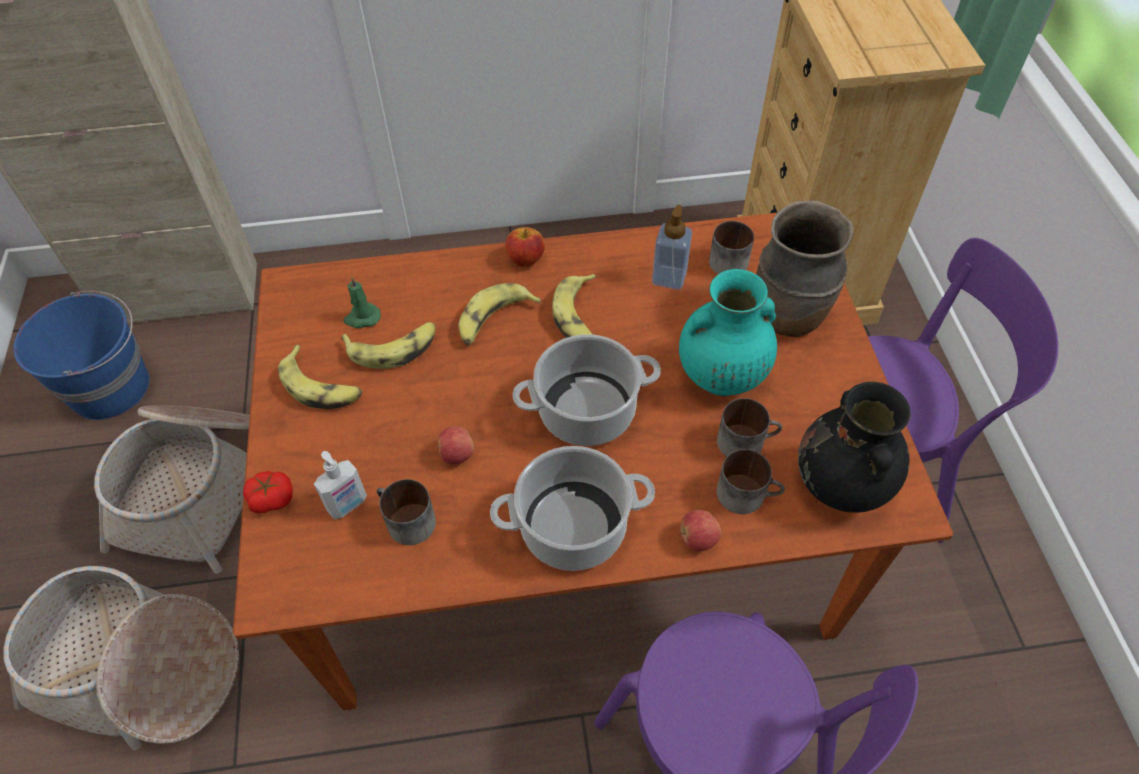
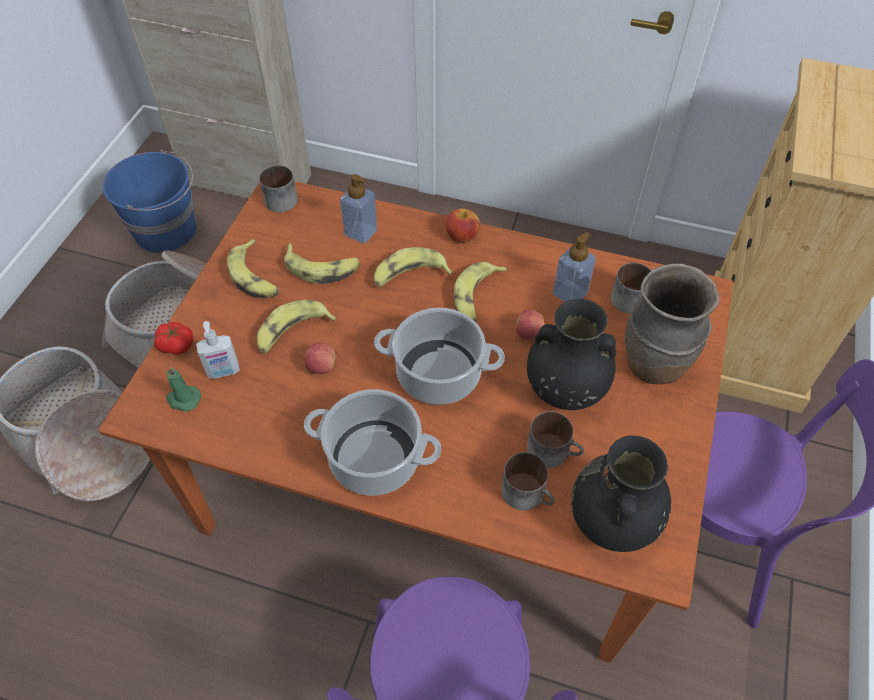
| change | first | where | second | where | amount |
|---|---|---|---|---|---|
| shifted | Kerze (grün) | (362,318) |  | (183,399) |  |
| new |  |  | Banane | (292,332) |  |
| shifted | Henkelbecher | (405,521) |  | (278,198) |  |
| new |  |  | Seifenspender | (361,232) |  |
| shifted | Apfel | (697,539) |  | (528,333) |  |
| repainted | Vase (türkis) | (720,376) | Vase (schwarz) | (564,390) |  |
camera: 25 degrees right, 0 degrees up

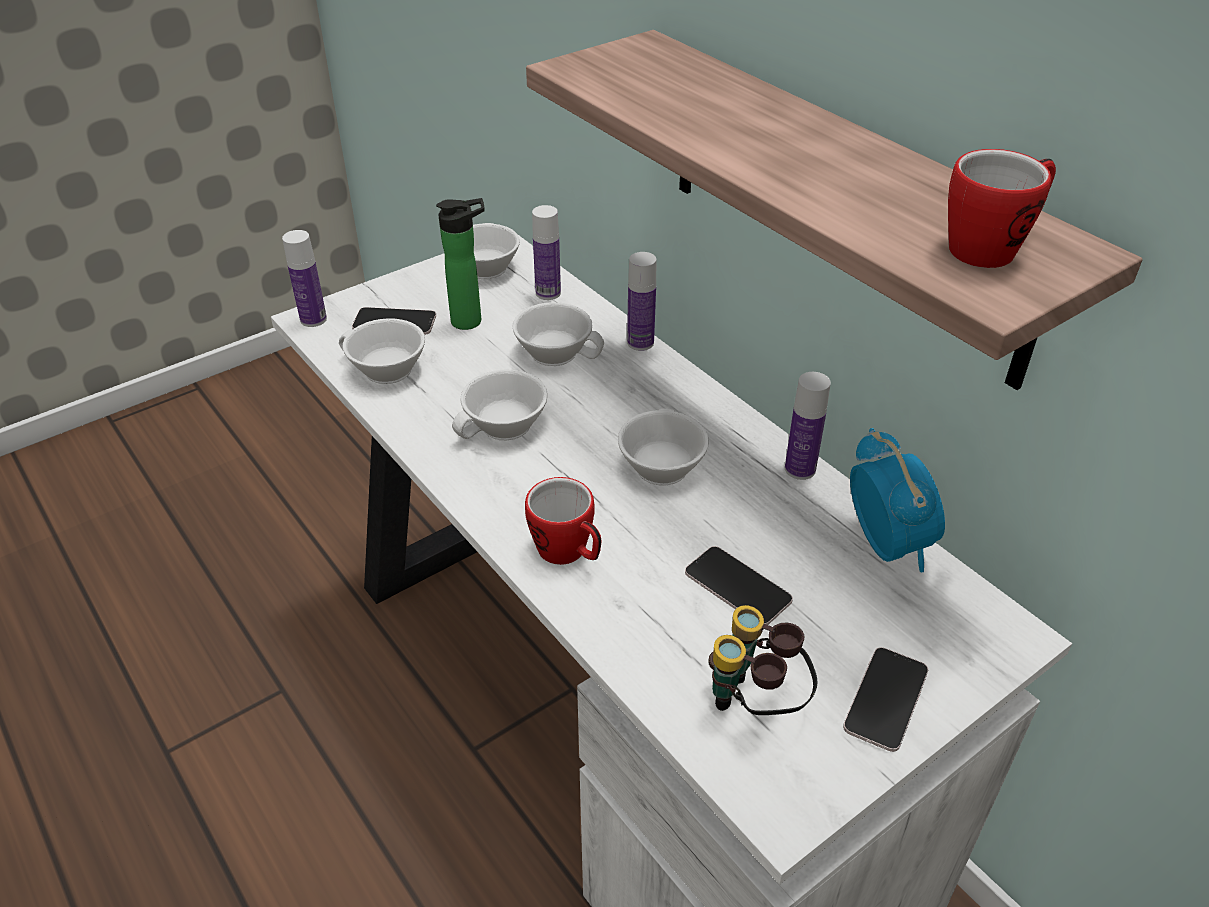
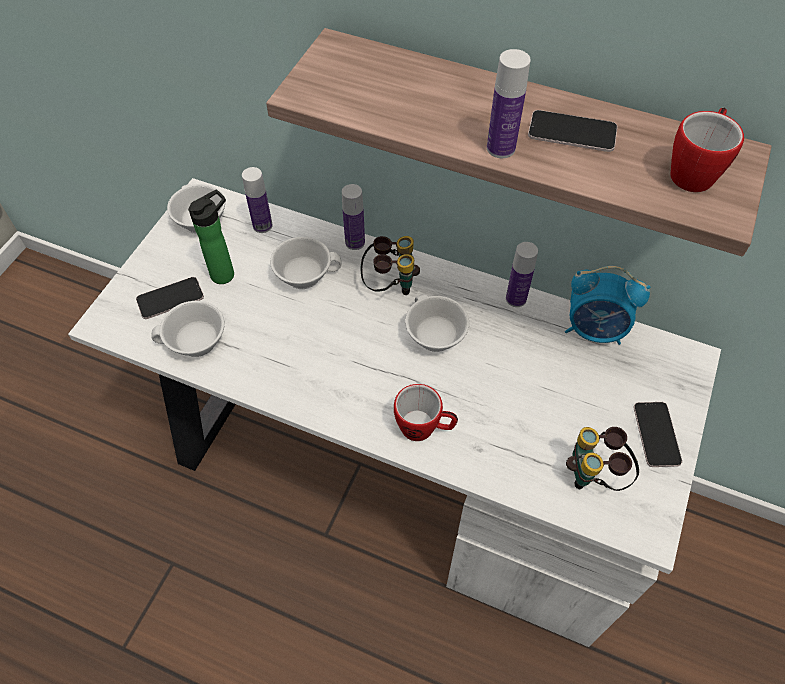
| change | first | where | second | where | amount |
|---|---|---|---|---|---|
| new |  |  | Fernglas | (390,284) |  |
| shifted | Flasche | (313,319) |  | (500,148) |  |
| shifted | Handy | (737,587) |  | (572,132) |  |
| rotated | Wecker | (886,544) |  | (595,330) | 150 degrees clockwise |
| gone | Tasse (weiß) | (505,427) |  |  |  |
camera: 30 degrees left, 15 degrees up

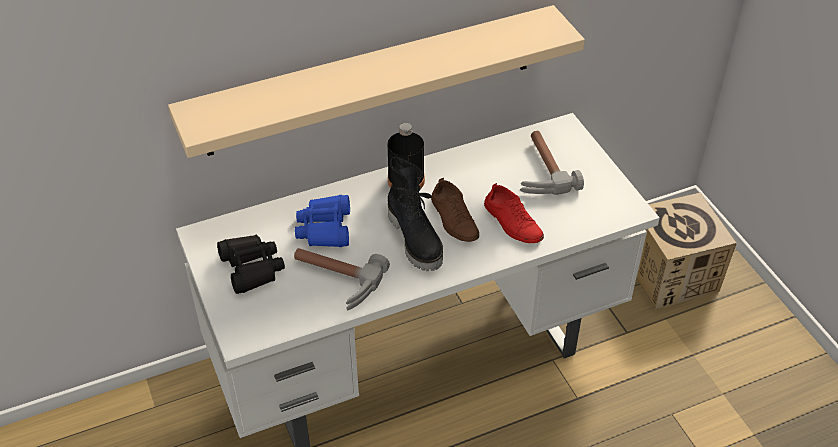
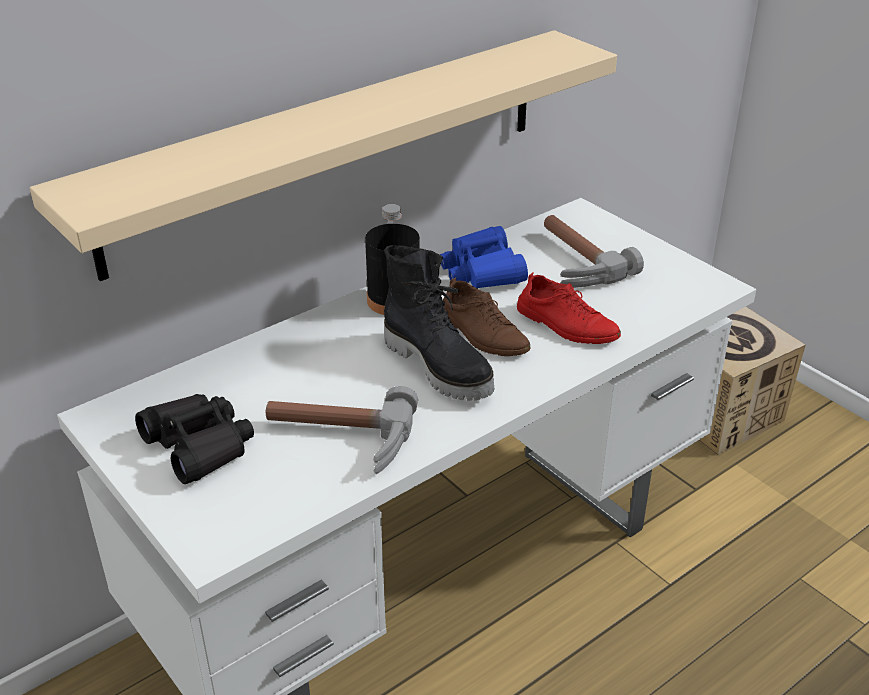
| change | first | where | second | where | amount |
|---|---|---|---|---|---|
| shifted | Fernglas (blau) | (325,228) |  | (482,271) |  |
camera: 15 degrees left, 10 degrees down

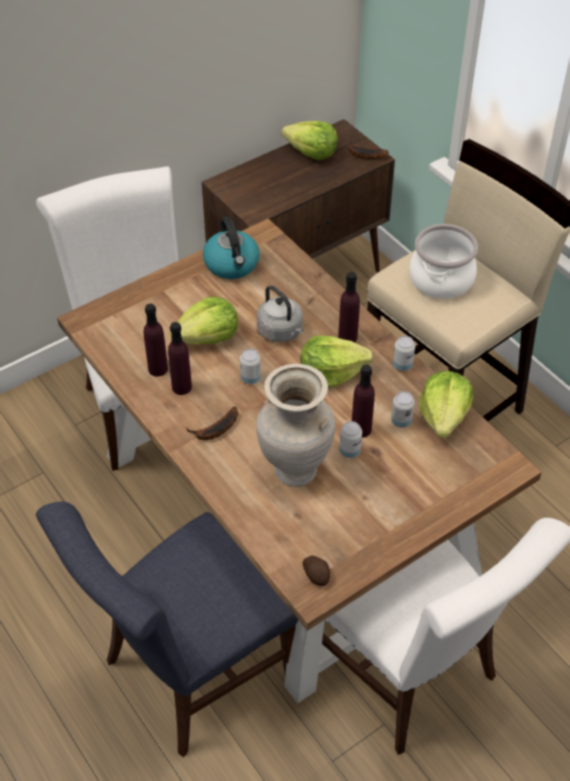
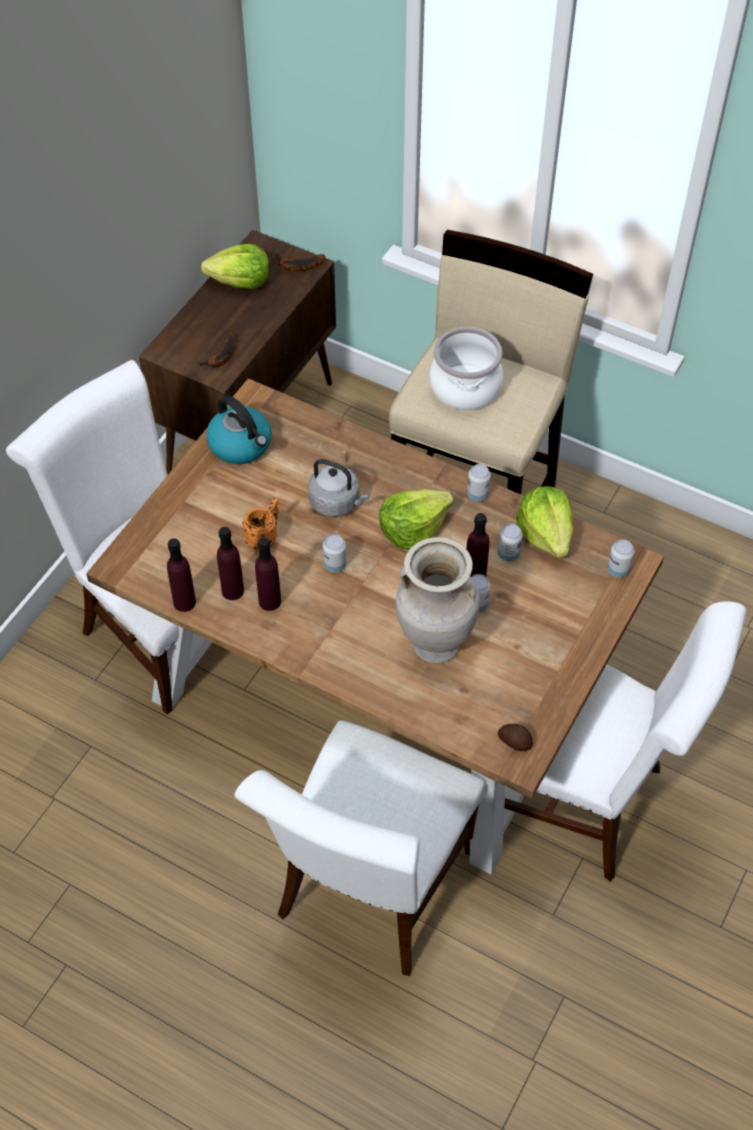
| change | first | where | second | where | amount |
|---|---|---|---|---|---|
| shifted | Flasche (lila) | (347,337) |  | (184,602) |  |
| shifted | Banane | (215,430) |  | (221,356) |  |
| repainted | Stuhl (blau) | (189,674) | Stuhl (weiß) | (369,893) |  |
| swapped | Salatkopf | (208,337) | Henkelbecher (orange) | (265,536) |  |
| new |  |  | Dose | (618,570) |  |
camera: 25 degrees left, 5 degrees up

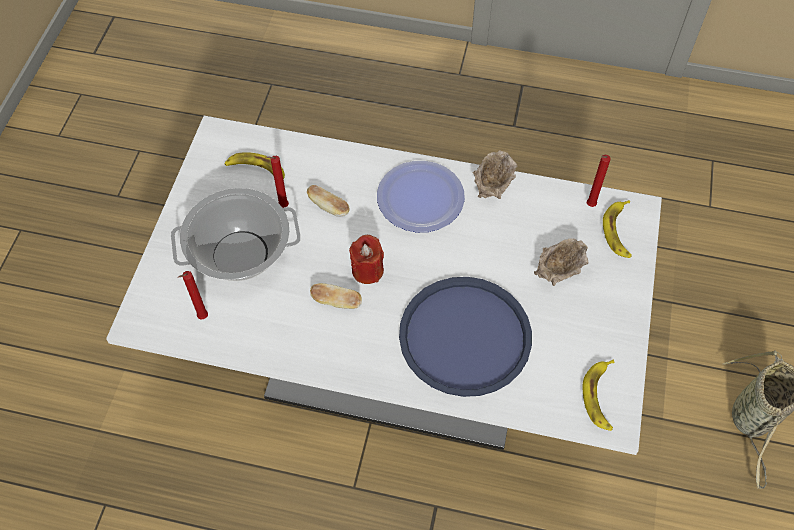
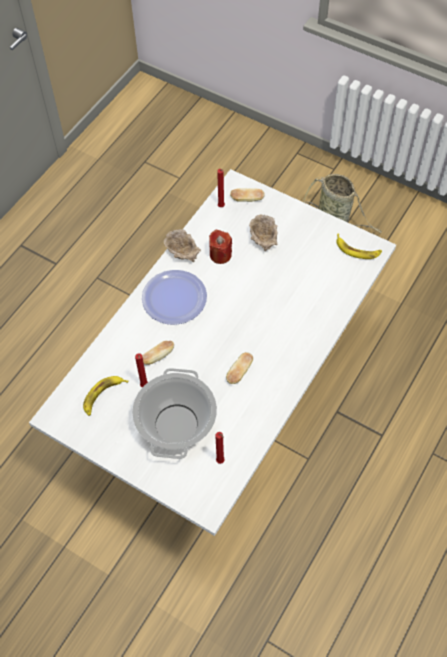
| change | first | where | second | where | amount |
|---|---|---|---|---|---|
| shifted | Kerze (rot) | (367,270) |  | (220,255) |  |
| swapped | Banane | (619,231) | Brot | (247,199) |  |
| gone | Tablett (blau) | (465,337) |  |  |  |
camera: 70 degrees left, 0 degrees up

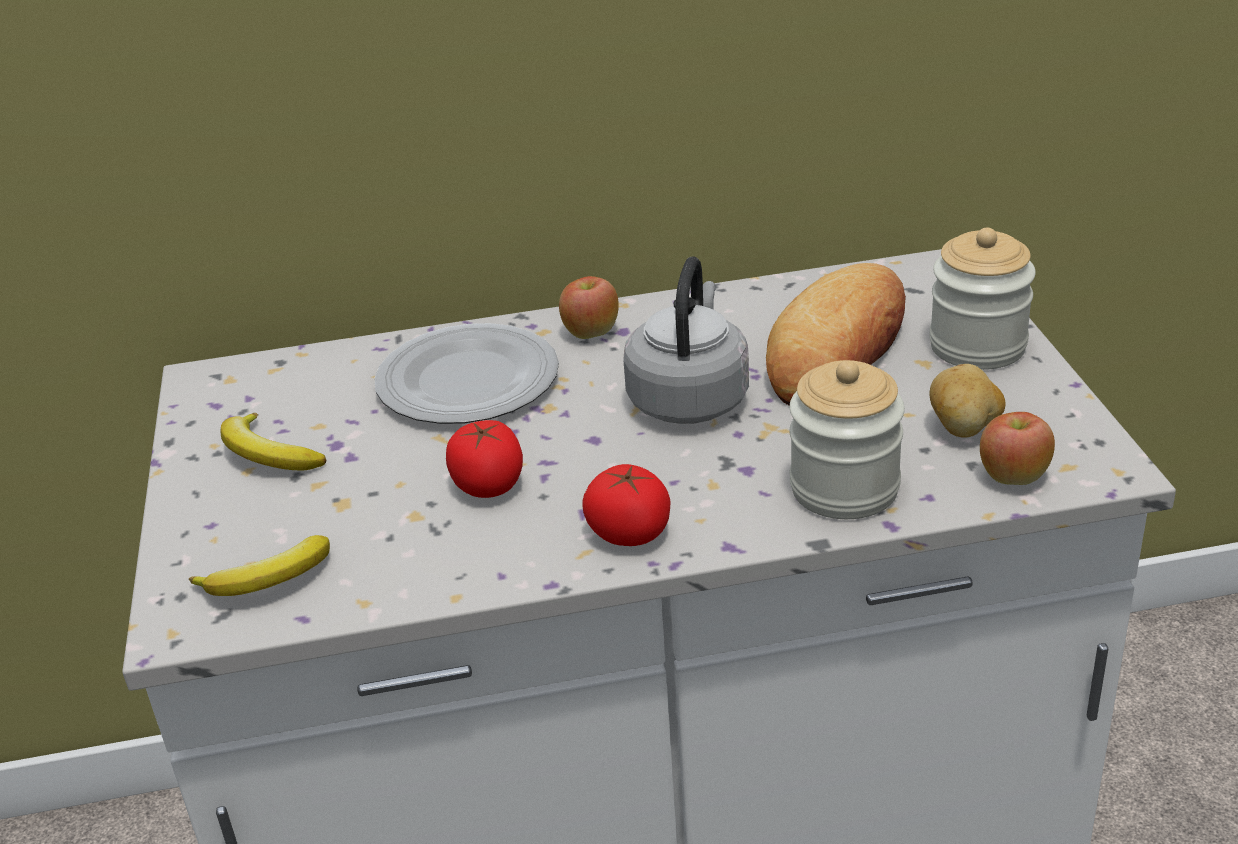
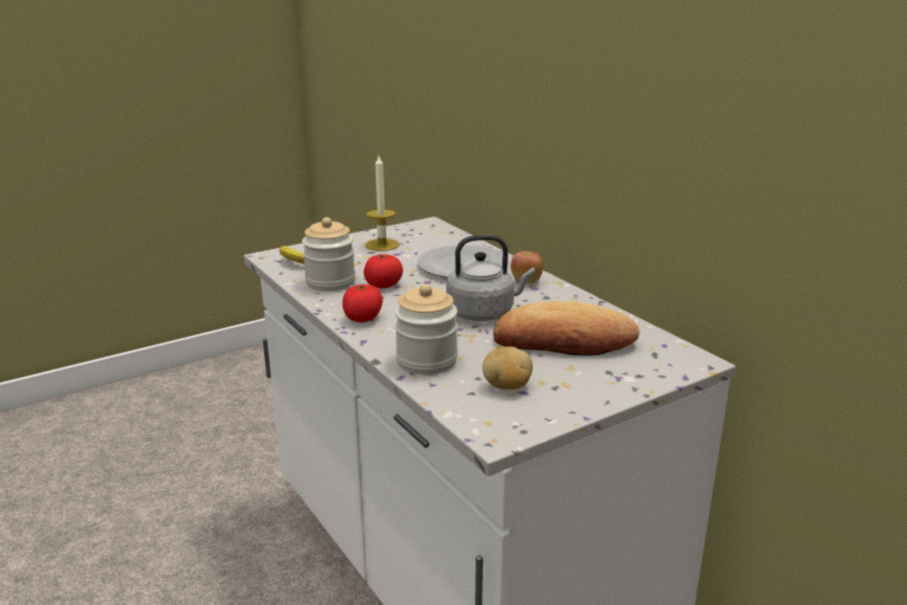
| change | first | where | second | where | amount |
|---|---|---|---|---|---|
| shifted | Vorratsglas | (977,346) |  | (330,282) |  |
| swapped | Banane | (268,455) | Kerze | (382,245) |  |
| gone | Apfel | (1013,477) |  |  |  |
camera: 65 degrees right, 10 degrees down

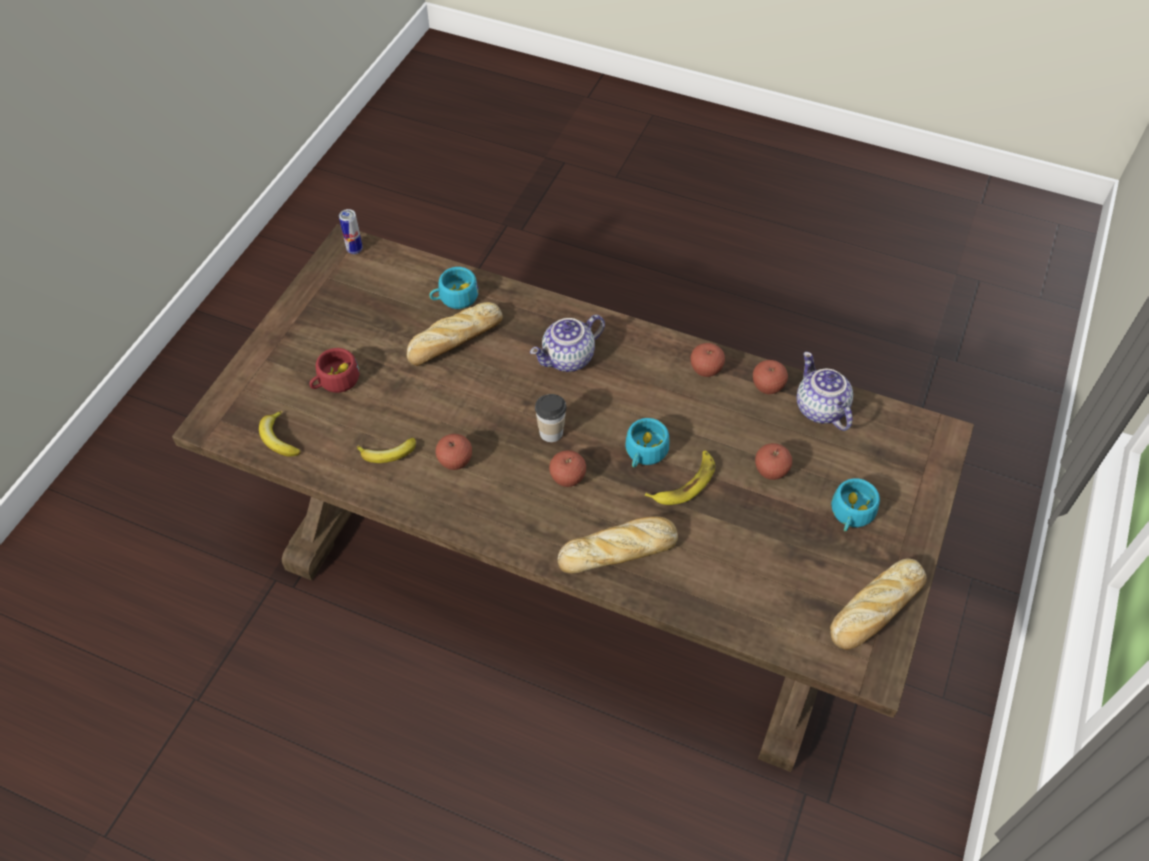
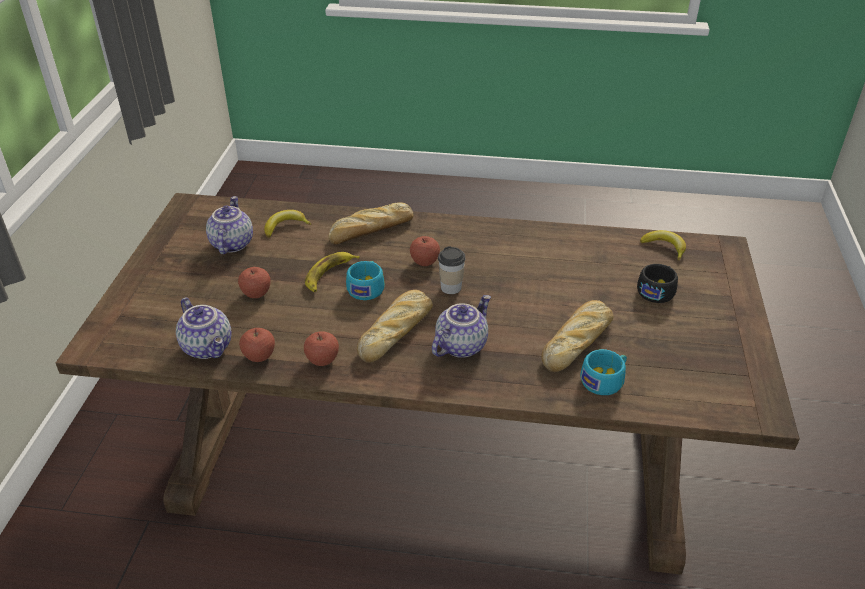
| change | first | where | second | where | amount |
|---|---|---|---|---|---|
| new |  |  | Teekanne | (231,244) |  |
| shifted | Banane | (388,455) |  | (285,227) |  |
| shifted | Brot | (875,609) |  | (397,330) |  |
| repainted | Tasse (rot) | (335,381) | Tasse (schwarz) | (657,290) |  |
| gone | Dose | (354,249) |  |  |  |
| gone | Apfel | (455,461) |  |  |  |
| gone | Tasse (türkis) | (850,515) |  |  |  |
camera: 165 degrees right, 15 degrees down

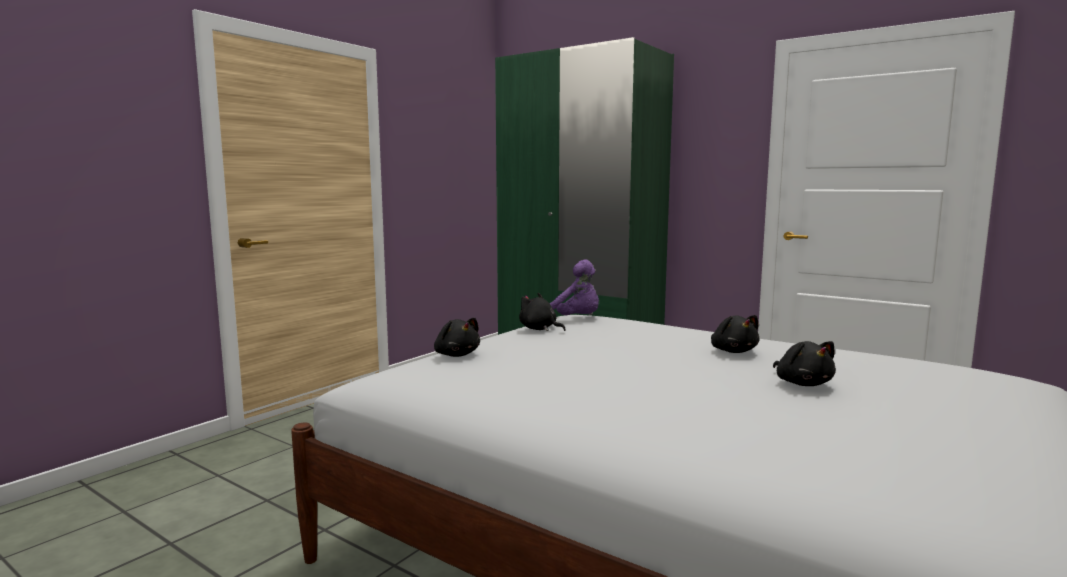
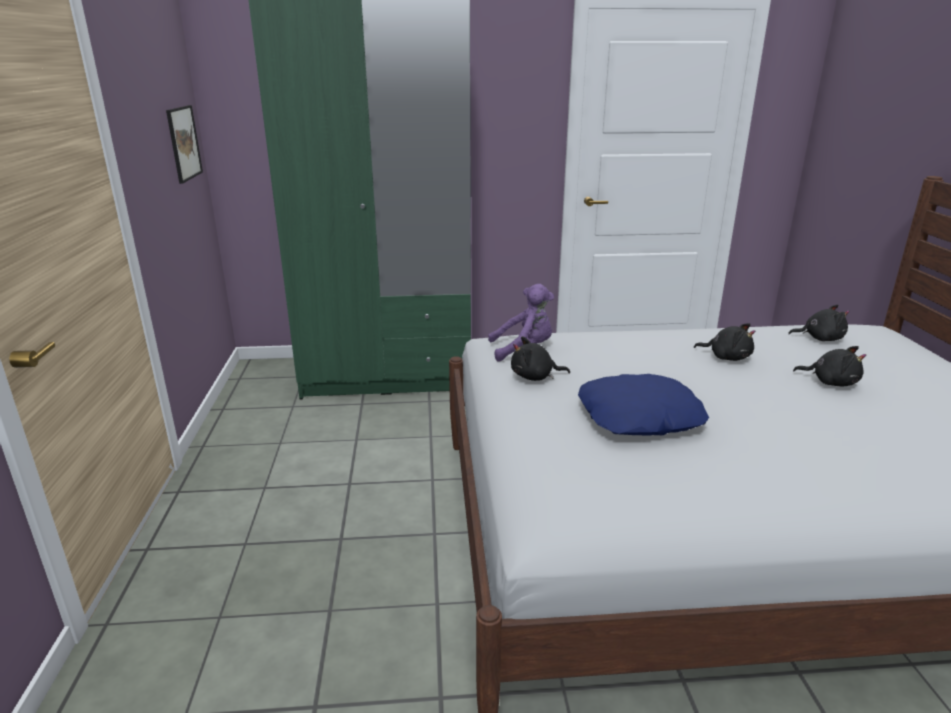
| change | first | where | second | where | amount |
|---|---|---|---|---|---|
| new |  |  | Bild | (184,143) |  |
| new |  |  | Kissen (blau) | (640,417) |  |
| shifted | Plüschtier (schwarz) | (456,355) |  | (820,338) |  |
camera: 40 degrees left, 15 degrees up

